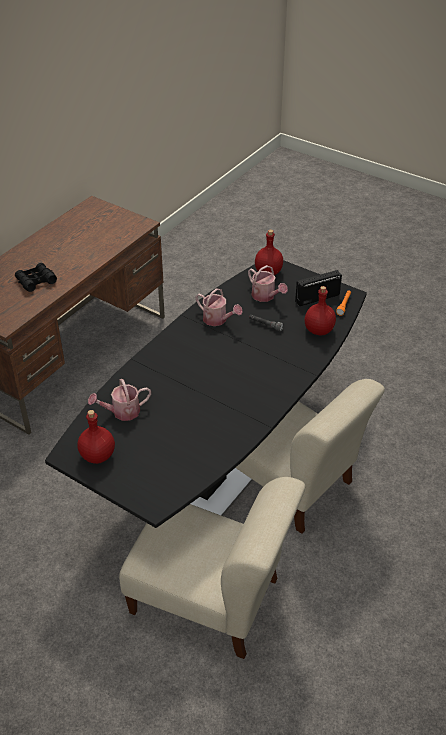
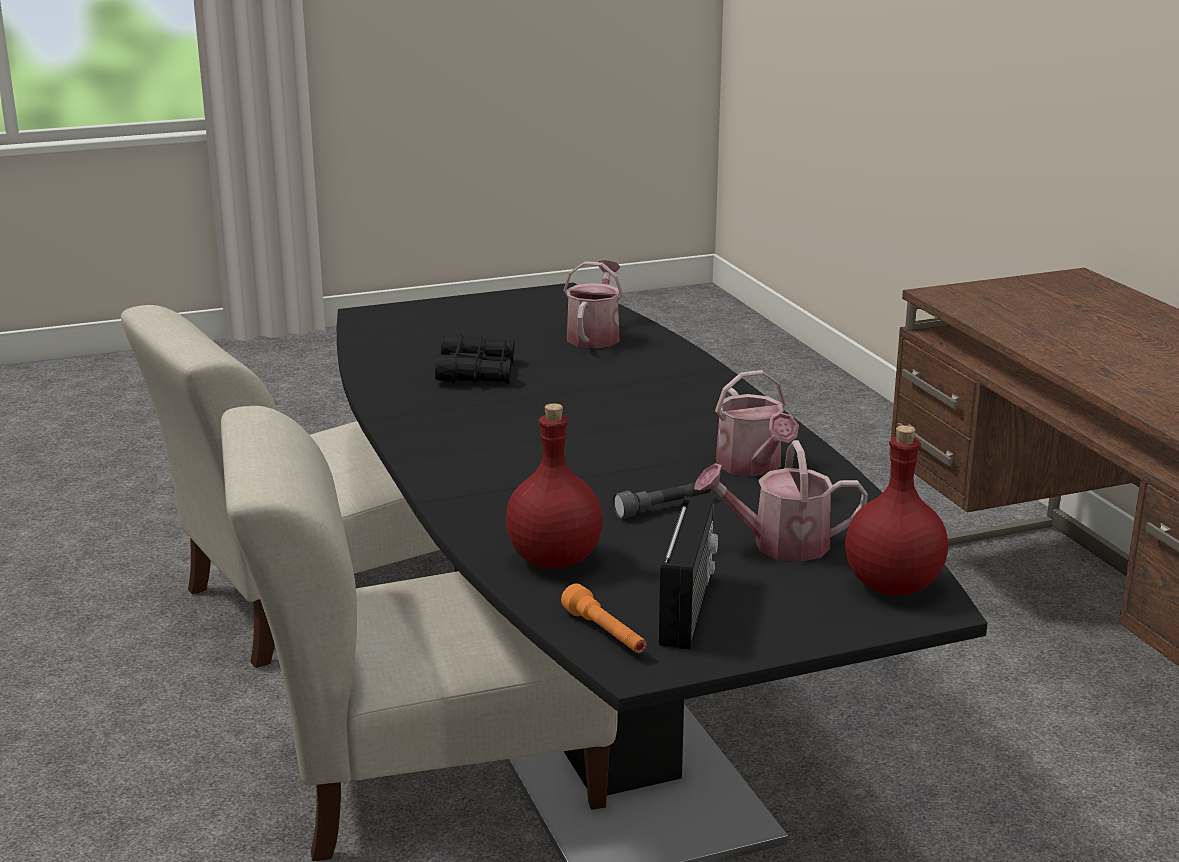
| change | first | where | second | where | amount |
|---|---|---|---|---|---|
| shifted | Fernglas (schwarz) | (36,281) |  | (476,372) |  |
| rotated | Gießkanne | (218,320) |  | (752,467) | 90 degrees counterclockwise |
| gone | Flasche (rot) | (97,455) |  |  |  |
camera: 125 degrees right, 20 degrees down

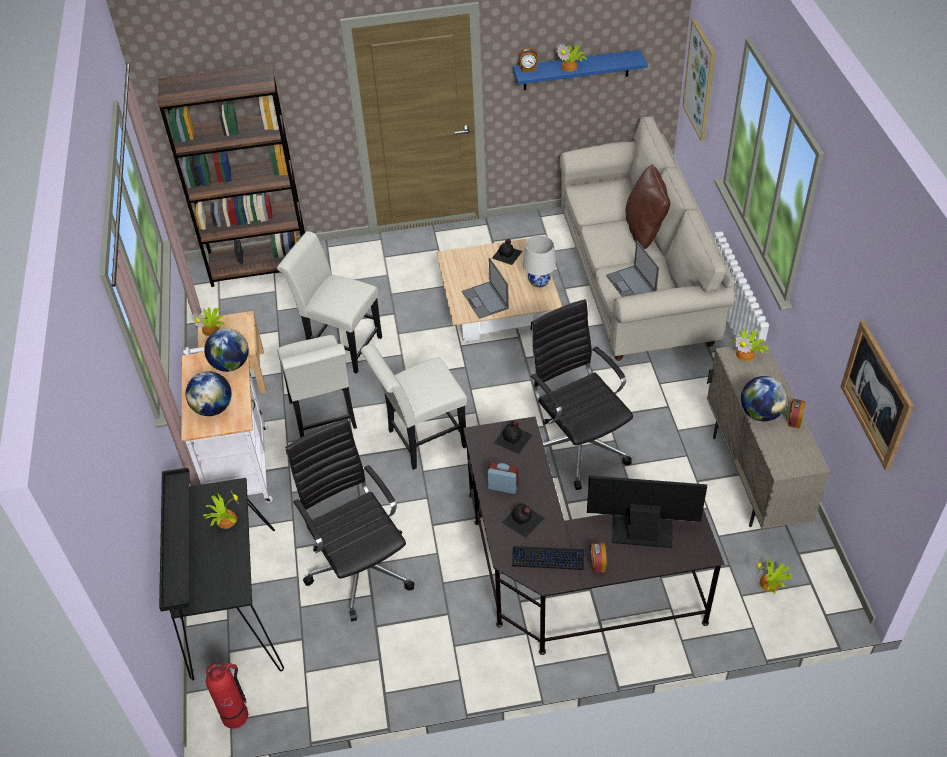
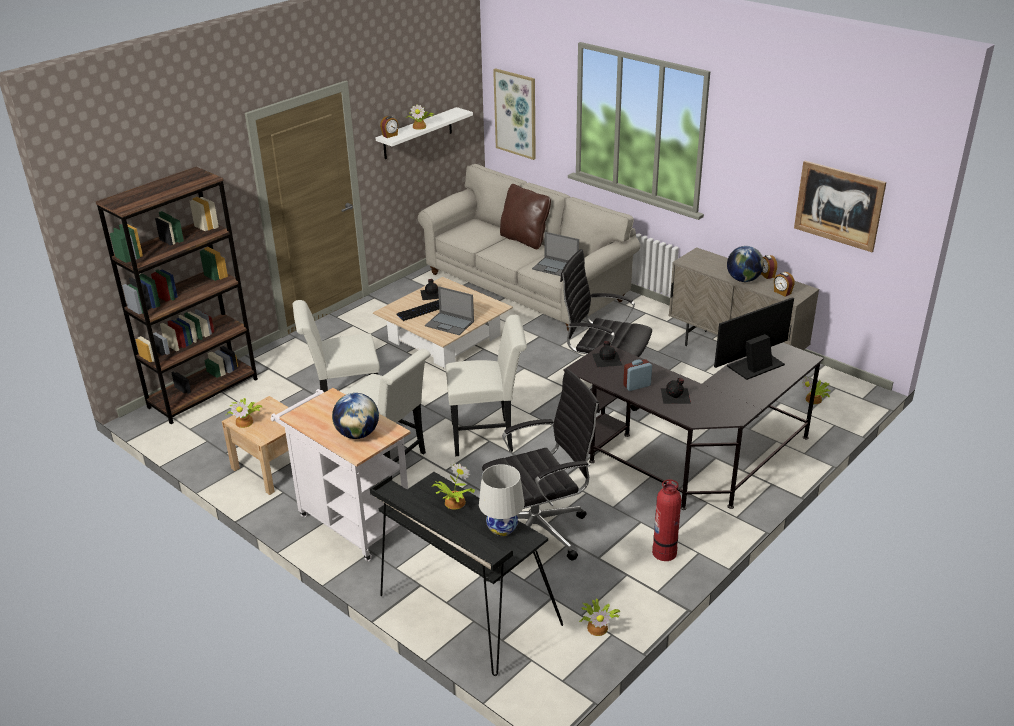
| change | first | where | second | where | amount |
|---|---|---|---|---|---|
| repainted | Wandregal (blau) | (576,70) | Wandregal (weiß) | (418,133) |  |
| shifted | Tastatur | (548,558) |  | (420,311) |  |
| rotated | Stuhl (weiß) | (421,441) |  | (488,436) | 120 degrees counterclockwise |
| shifted | Tischlampe (weiß) | (539,281) |  | (502,528) |  |
| rotated | Bürostuhl (schwarz) | (360,567) |  | (539,531) | 135 degrees clockwise |
| shifted | Topfpflanze | (746,354) |  | (598,627) |  |
| shifted | Feuerlöscher | (235,715) |  | (664,552) |  |
| shifted | Wecker | (597,564) |  | (782,292) |  |
| gone | Globus | (230,364) |  |  |  |
camera: 40 degrees left, 15 degrees down

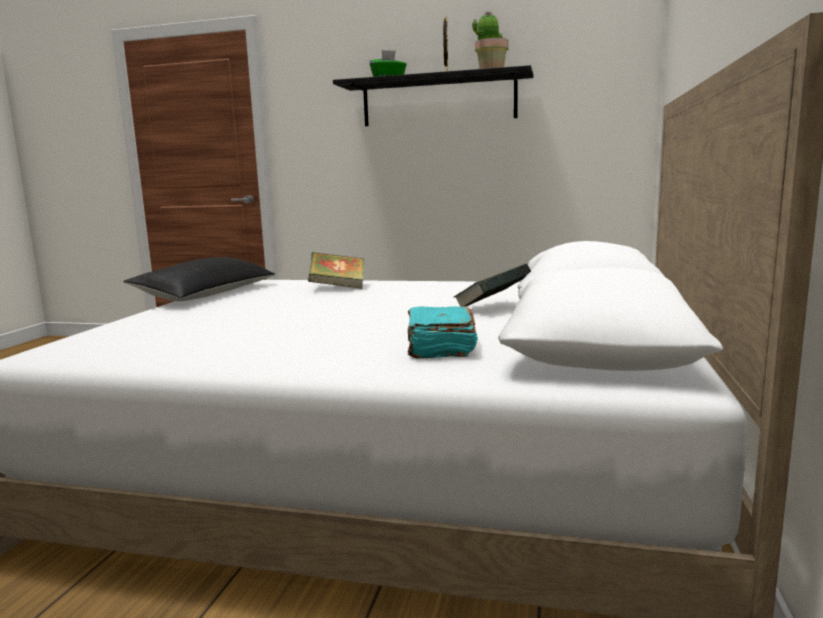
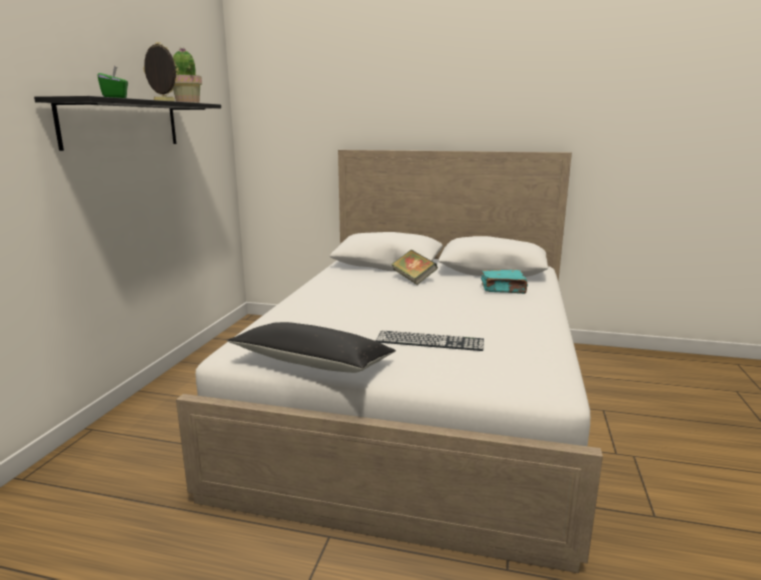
| change | first | where | second | where | amount |
|---|---|---|---|---|---|
| new |  |  | Tastatur | (429,341) |  |
| gone | Buch | (338,287) |  |  |  |
camera: 90 degrees left, 5 degrees up

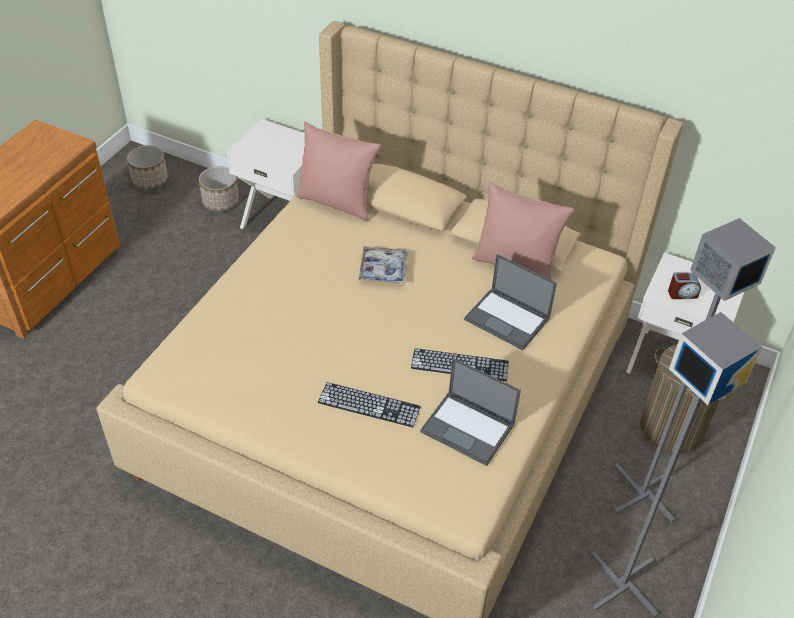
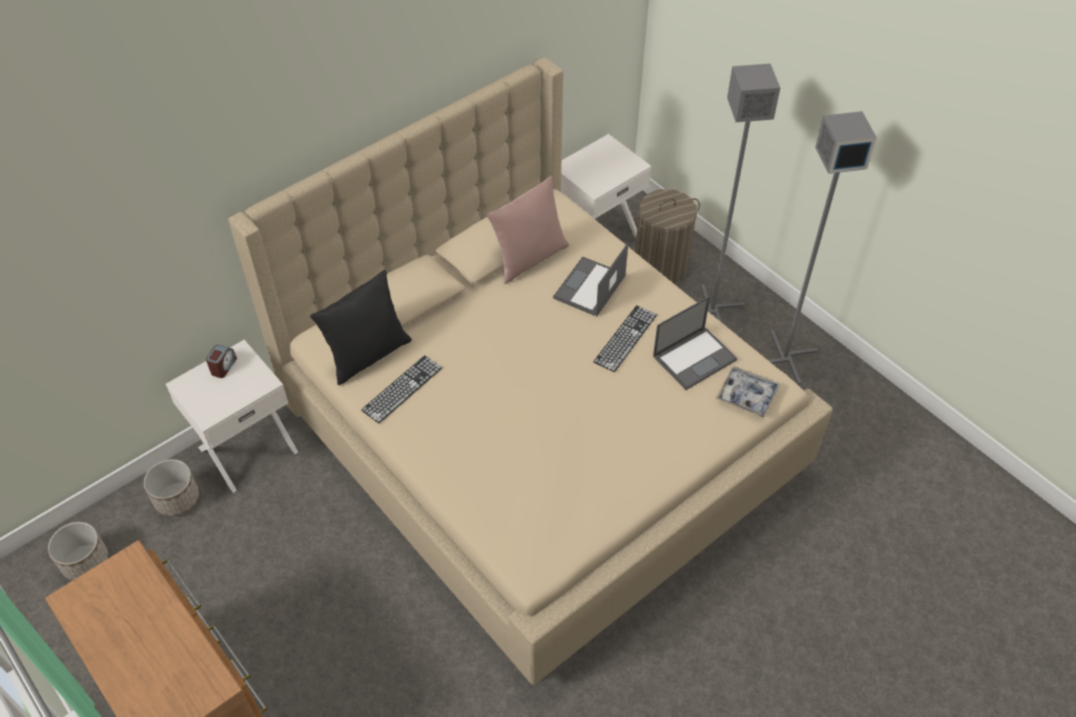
| change | first | where | second | where | amount |
|---|---|---|---|---|---|
| shifted | Wecker | (682,293) |  | (223,366) |  |
| repainted | Kissen (rosa) | (337,202) | Kissen (schwarz) | (367,355) |  |
| shifted | Tastatur | (369,404) |  | (402,389) |  |
| rotated | Laptop | (508,319) |  | (589,288) | 150 degrees clockwise |
| shifted | Tablett | (383,269) |  | (747,395) |  |
camera: 65 degrees left, 5 degrees up

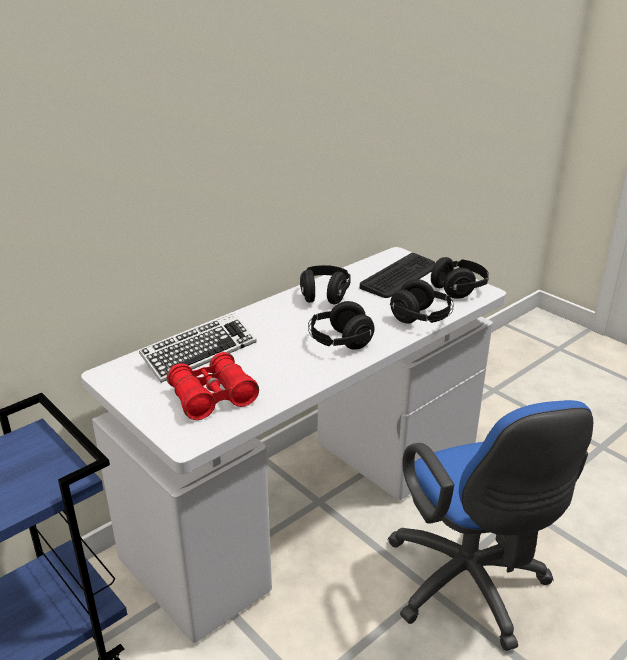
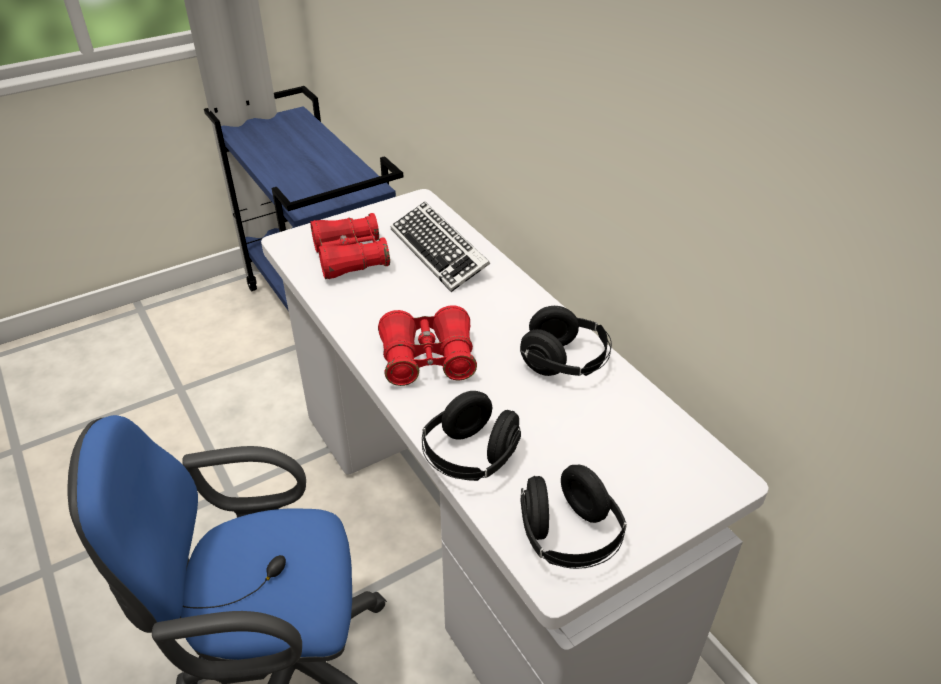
| change | first | where | second | where | amount |
|---|---|---|---|---|---|
| swapped | Kopfhörer (schwarz) | (339,342) | Fernglas (rot) | (428,359) |  |
| gone | Tastatur | (400,277) |  |  |  |
camera: 100 degrees right, 10 degrees up

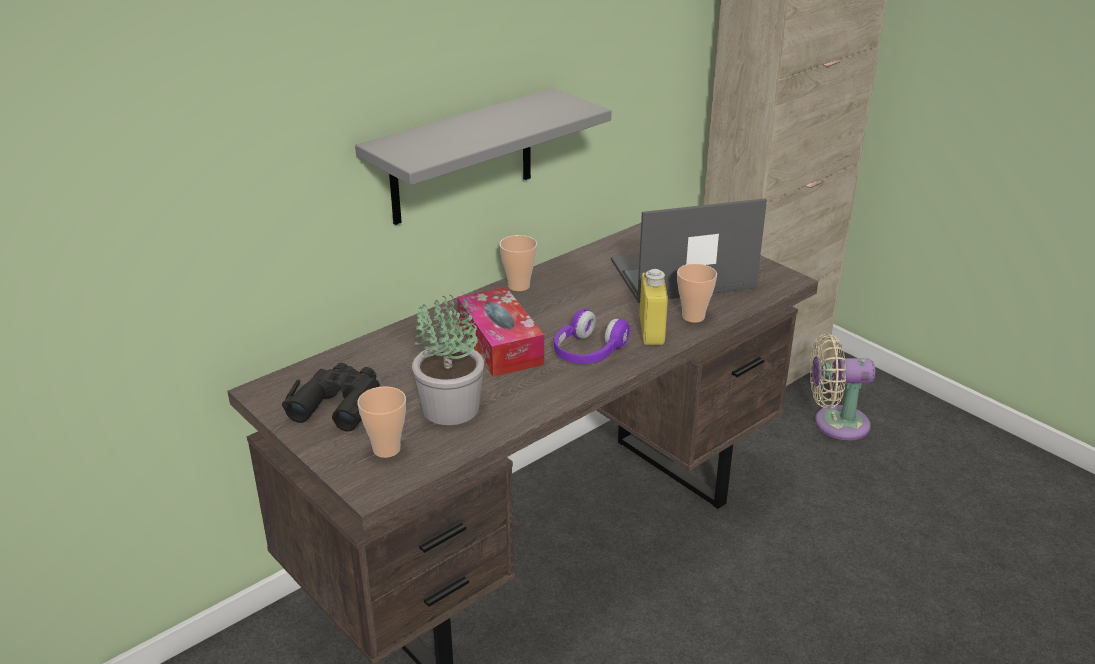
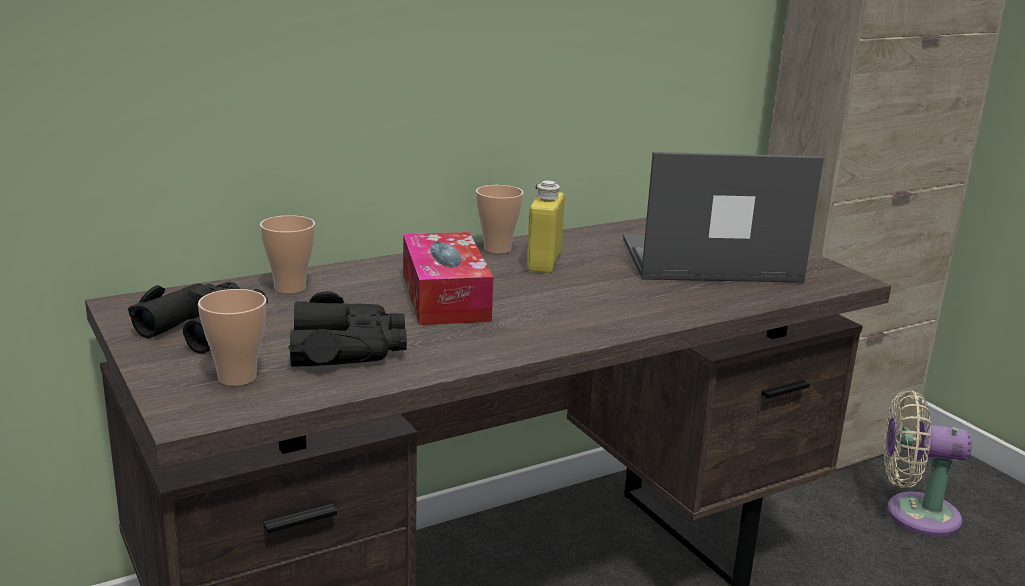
| change | first | where | second | where | amount |
|---|---|---|---|---|---|
| shifted | Tasse | (693,317) |  | (290,288) |  |
| swapped | Topfpflanze | (452,408) | Fernglas (schwarz) | (348,348) |  |
| shifted | Flasche (gelb) | (651,331) |  | (544,262) |  |
| gone | Wandregal (grau) | (462,157) |  |  |  |
| gone | Kopfhörer (lila) | (588,352) |  |  |  |
camera: 10 degrees right, 10 degrees down

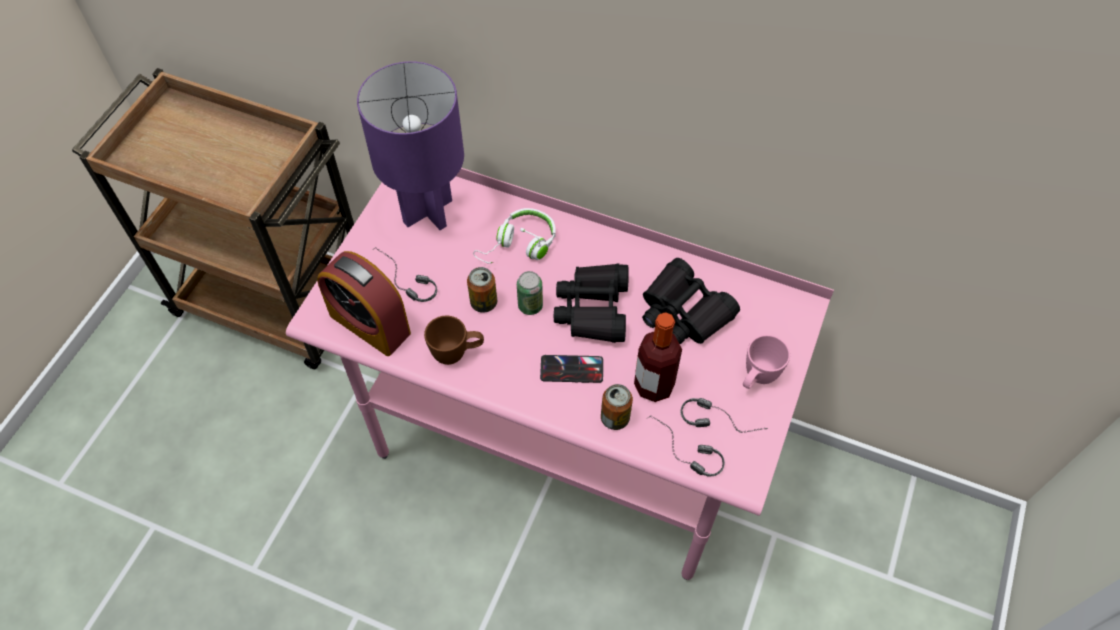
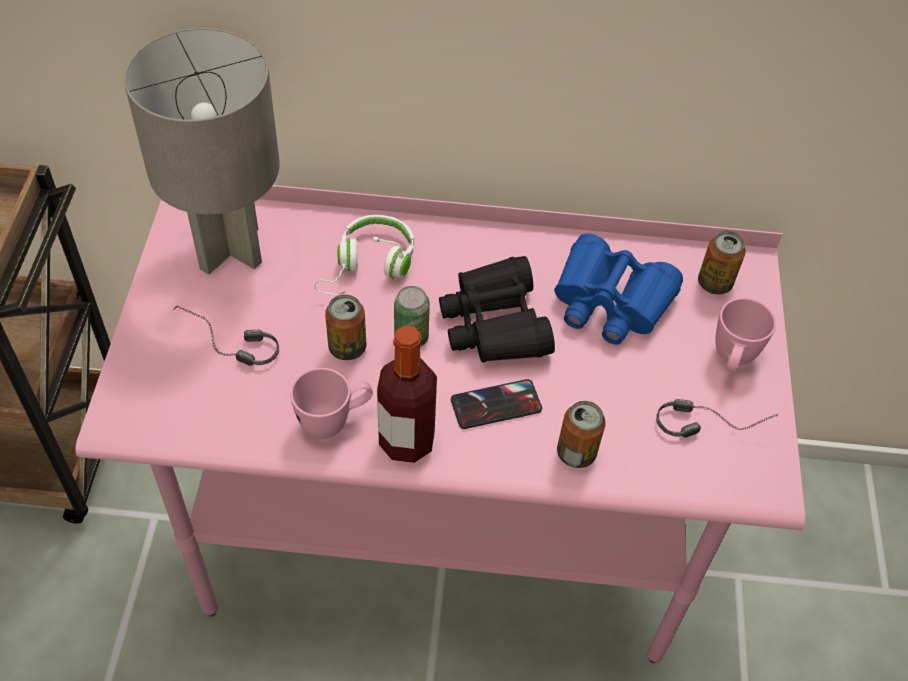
| change | first | where | second | where | amount |
|---|---|---|---|---|---|
| repainted | Tischlampe (lila) | (427,212) | Tischlampe (grau) | (229,250) |  |
| repainted | Henkelbecher (braun) | (457,353) | Henkelbecher (rosa) | (334,421) |  |
| shifted | Flasche | (654,385) |  | (406,441) |  |
| repainted | Fernglas (schwarz) | (683,312) | Fernglas (blau) | (610,301) |  |
| new |  |  | Dose | (714,283) |  |
| gone | Wecker | (370,324) |  |  |  |
| gone | Kopfhörer | (681,452) |  |  |  |
camera: 20 degrees left, 5 degrees down

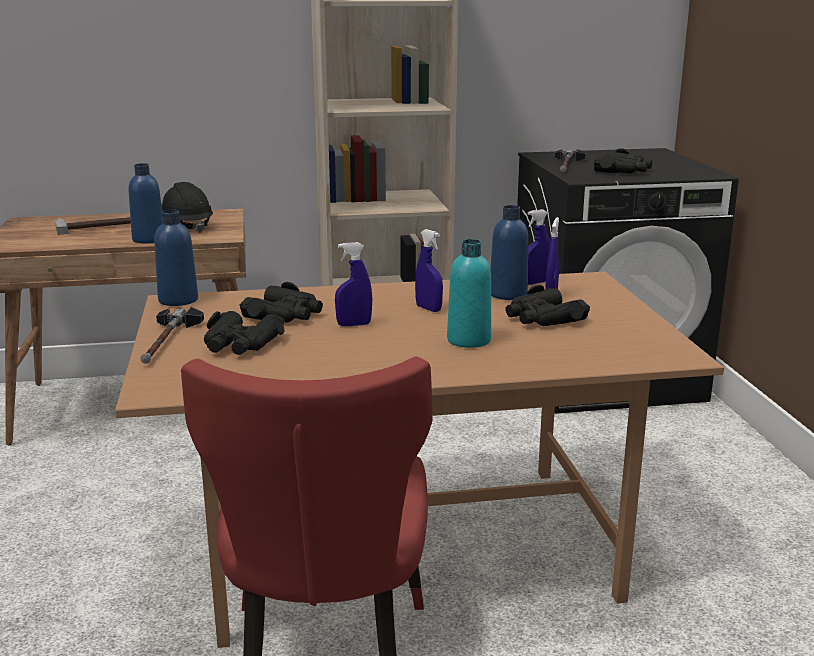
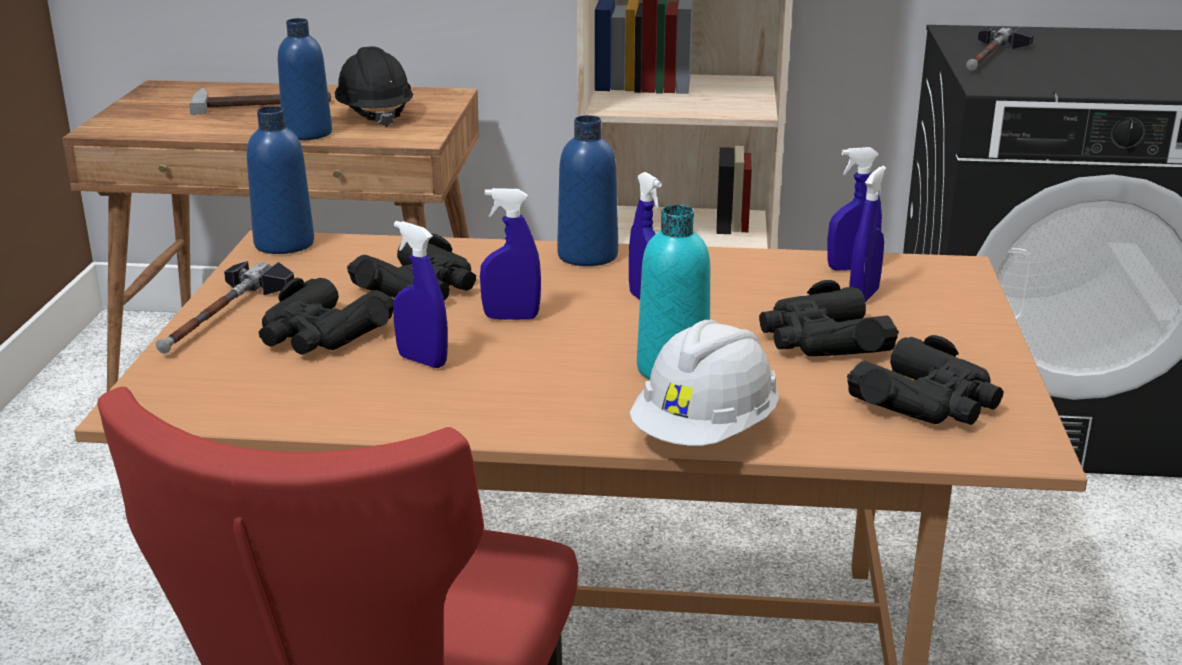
| change | first | where | second | where | amount |
|---|---|---|---|---|---|
| new |  |  | Sprühflasche (blau) | (422,361) |  |
| shifted | Flasche (blau) | (508,294) |  | (587,256) |  |
| new |  |  | Schutzhelm (weiß) | (705,432) |  |
| shifted | Fernglas (schwarz) | (623,171) |  | (928,401) |  |
camera: 15 degrees right, 5 degrees up

